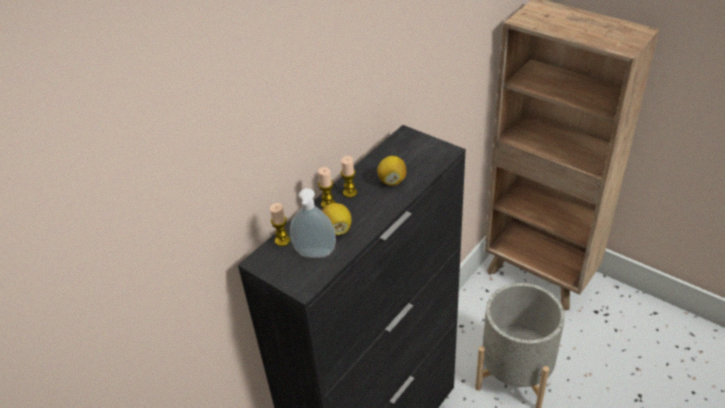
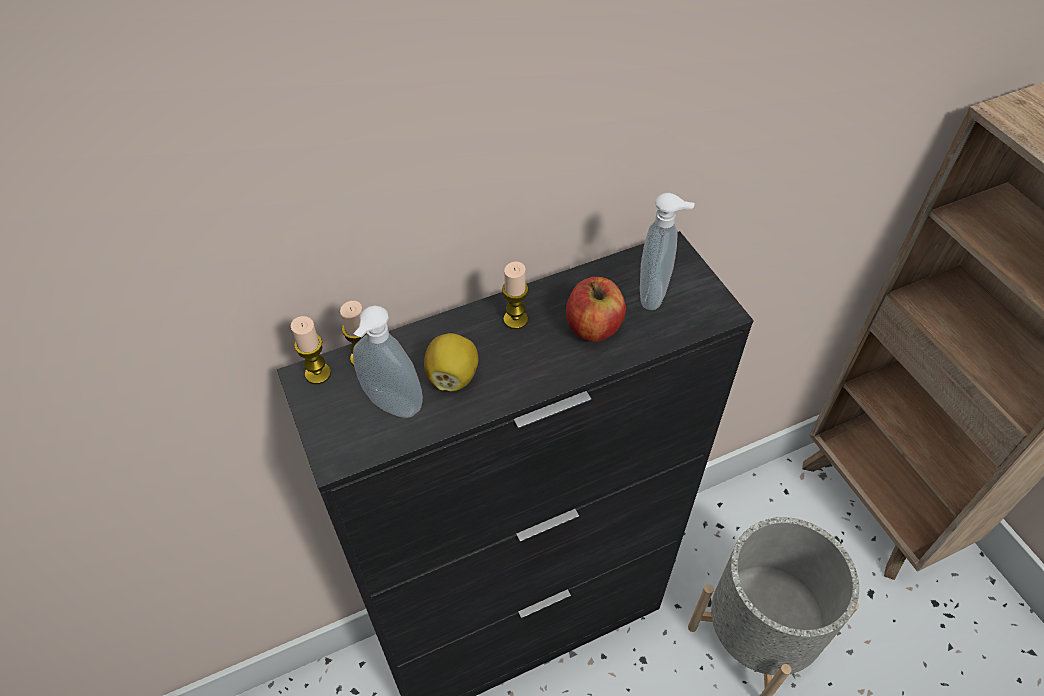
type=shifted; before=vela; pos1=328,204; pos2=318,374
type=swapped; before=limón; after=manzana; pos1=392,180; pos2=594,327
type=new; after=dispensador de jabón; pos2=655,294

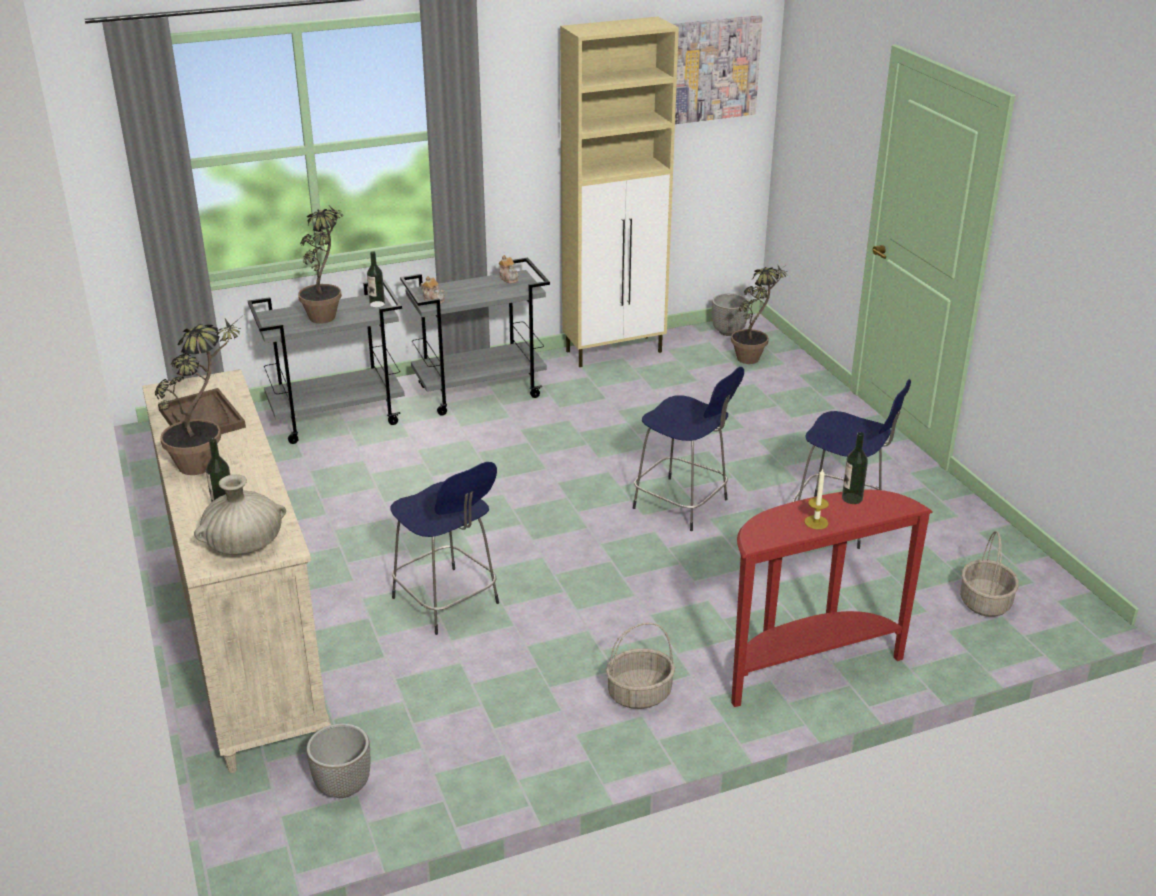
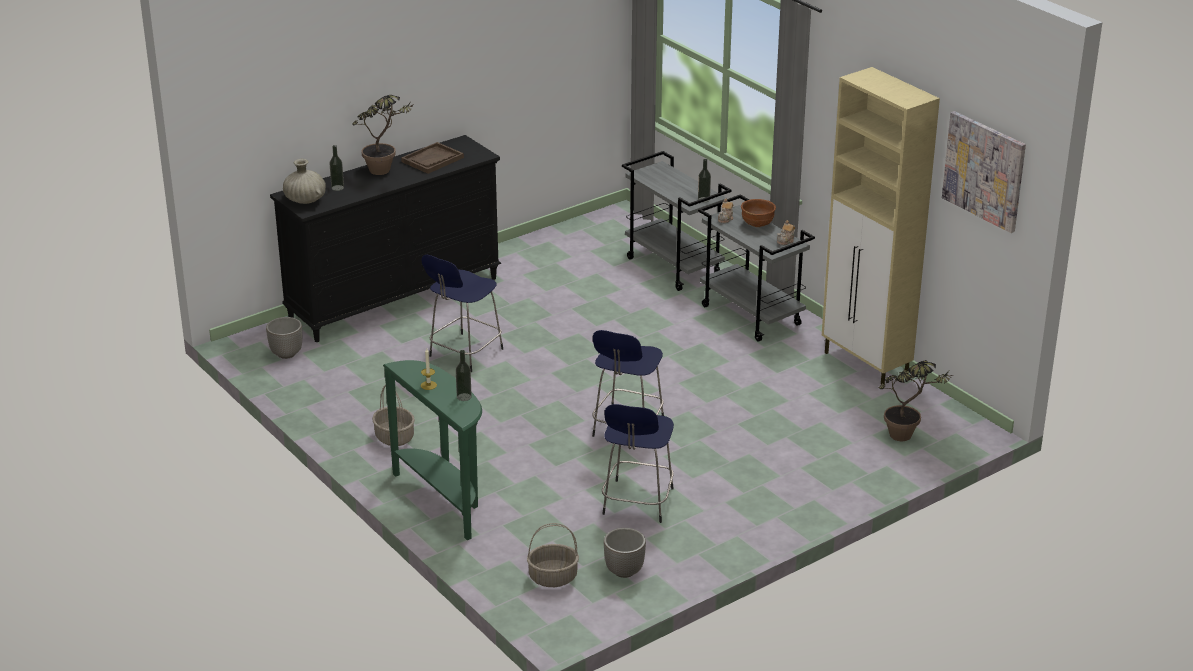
type=repainted; before=cómoda/beis; after=cómoda/negro; pos1=248,647; pos2=395,298
type=repainted; before=mesa consola/rojo; after=mesa consola/verde; pos1=807,667; pos2=444,500
type=shifted; before=maceta; pos1=729,332; pos2=624,571
type=new; after=cuenco/marrón; pos2=757,225
type=gone; before=planta en maceta; pos1=327,314

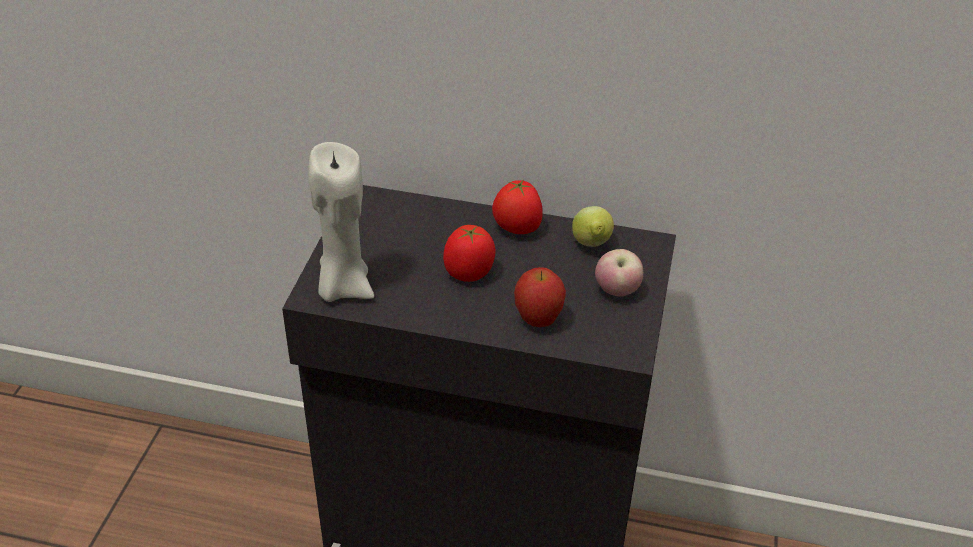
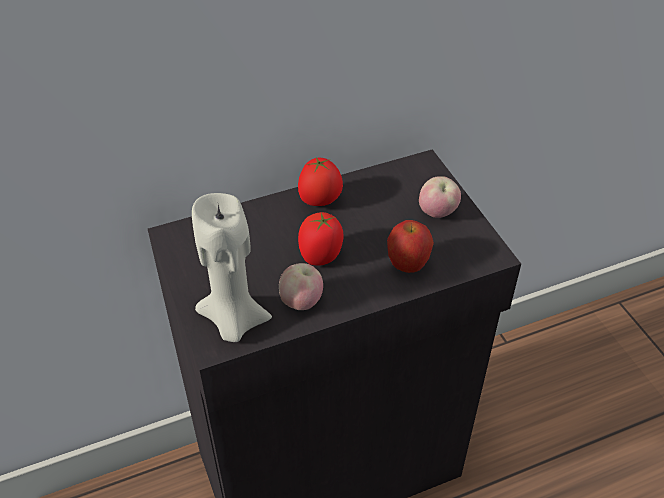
type=new; after=manzana; pos2=301,302
type=gone; before=limón; pos1=591,245

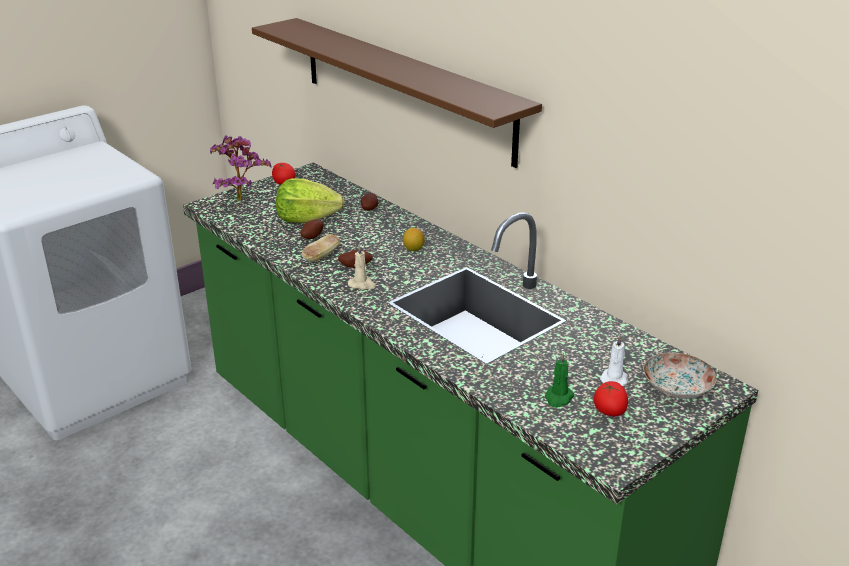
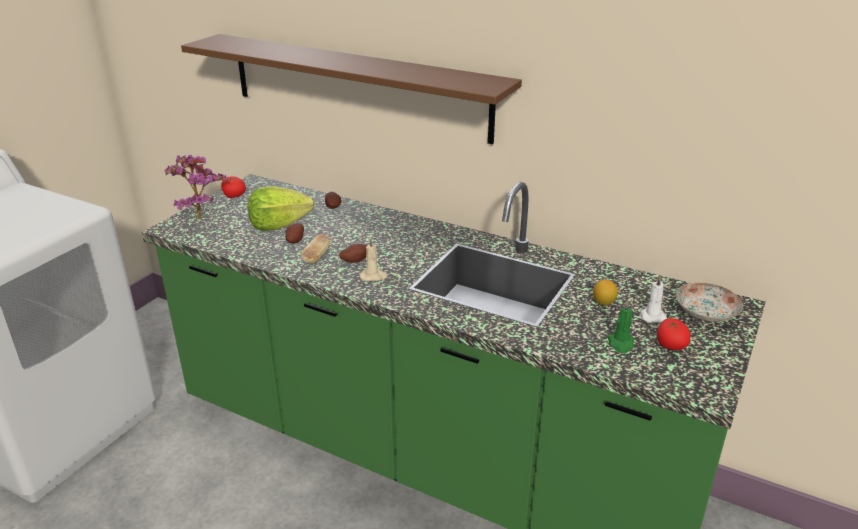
type=shifted; before=limón; pos1=413,249; pos2=603,303

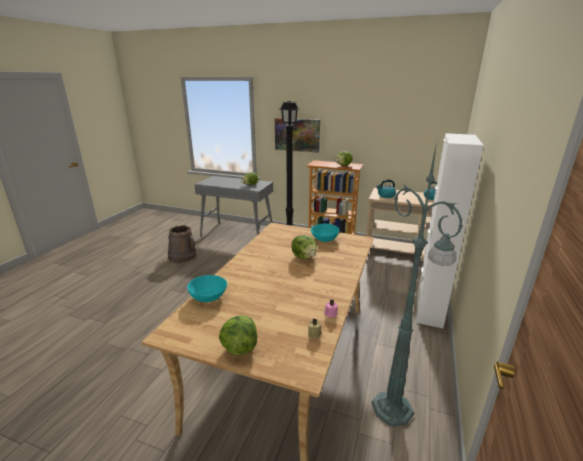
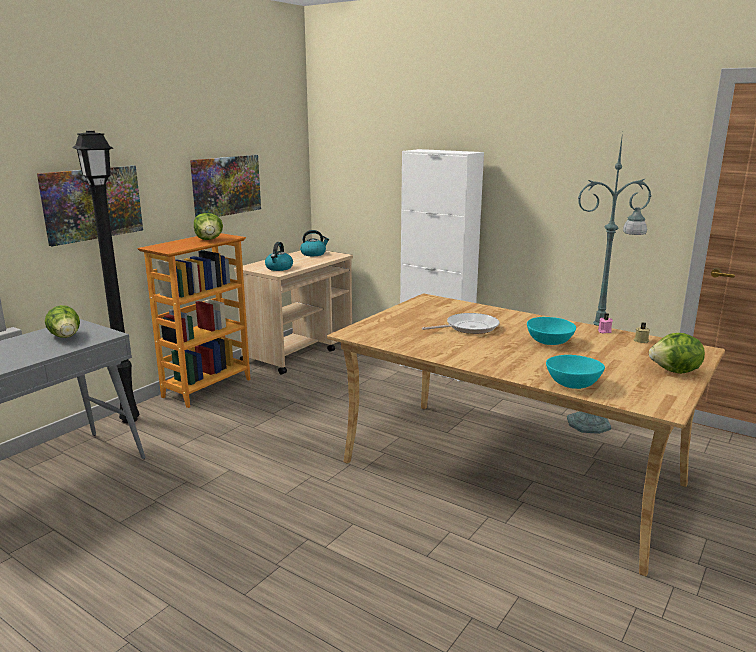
type=new; after=cuadro; pos2=226,186
type=swapped; before=lechuga; after=sartén; pos1=304,257; pos2=469,327
type=shifted; before=cuenco/turquesa; pos1=324,239; pos2=550,342
type=gone; before=cubo/marrón; pos1=182,256

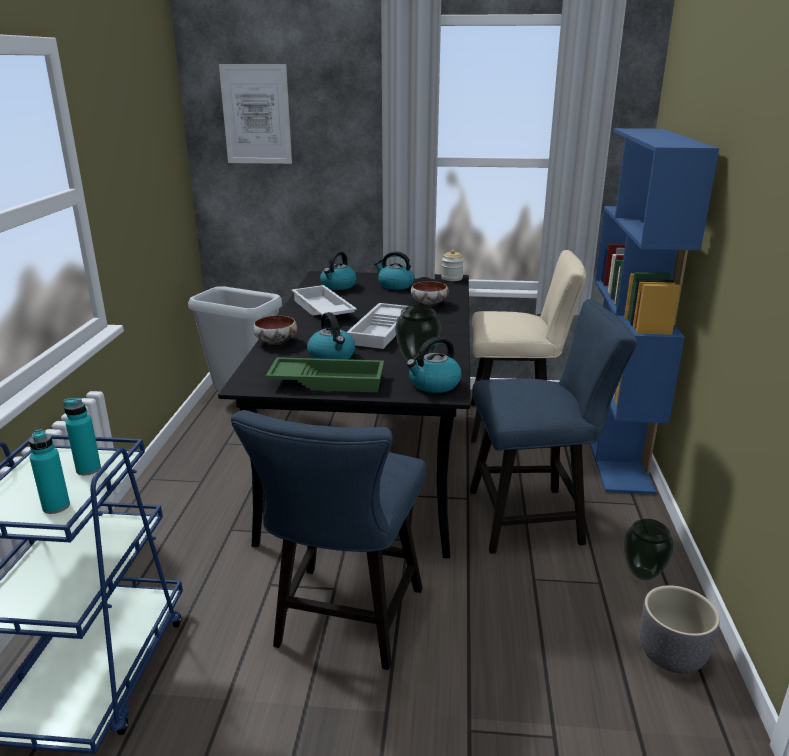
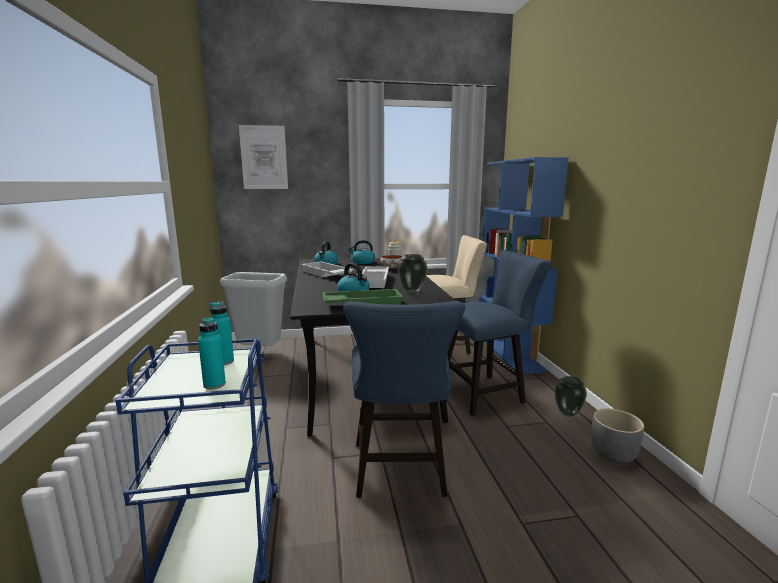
type=gone; before=cuenco; pos1=276,342
type=gone; before=hervidor; pos1=434,384

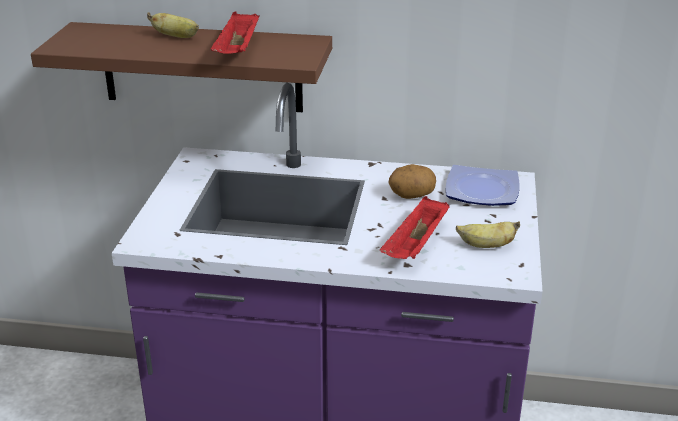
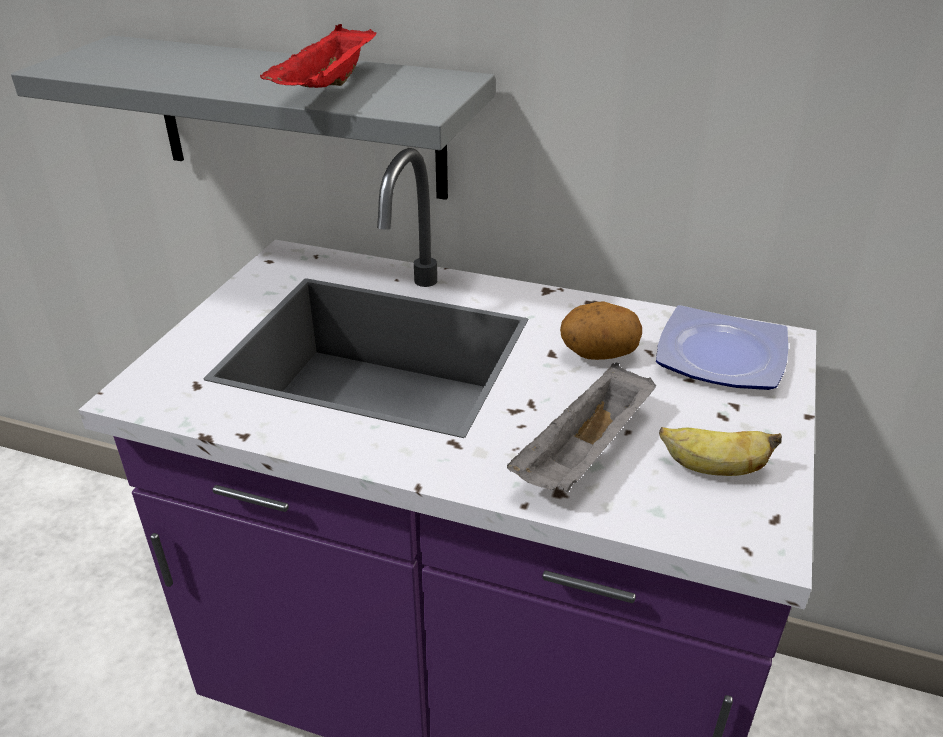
type=repainted; before=estante/marrón; after=estante/gris; pos1=201,67; pos2=298,118
type=repainted; before=bandeja/rojo; after=bandeja/gris; pos1=416,246; pos2=584,454
type=gone; before=plátano; pos1=177,37

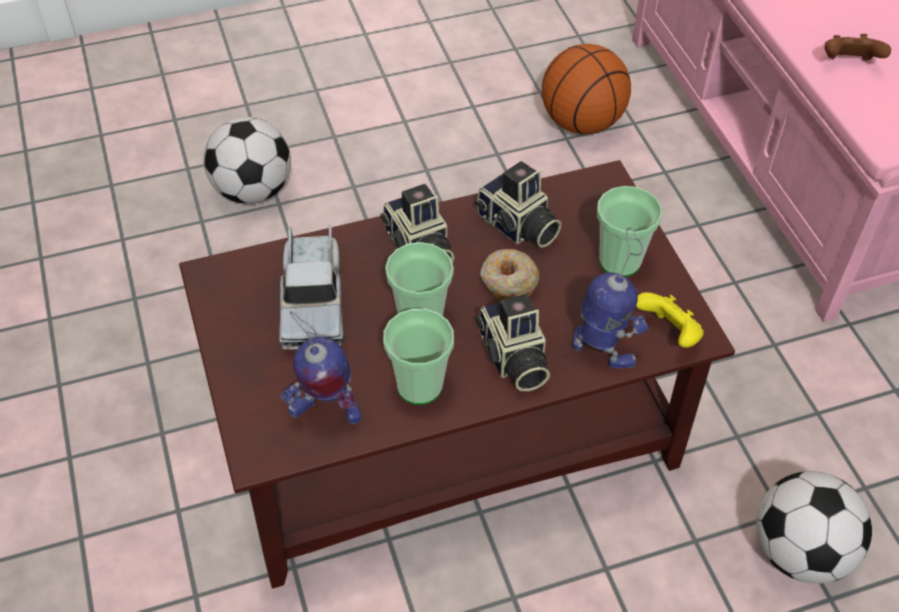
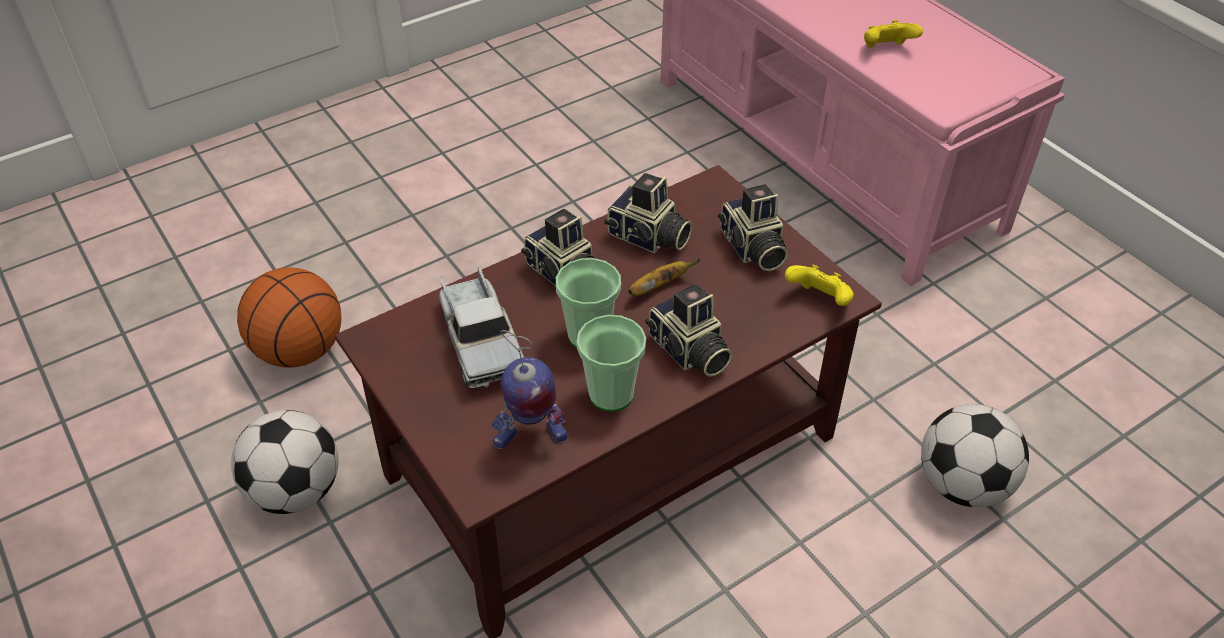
type=shifted; before=balón de fútbol; pos1=252,190; pos2=296,491
type=shifted; before=balón de baloncesto; pos1=582,122; pos2=300,350
type=swapped; before=rosquilla; after=plátano; pos1=508,282; pos2=658,287
type=swapped; before=taza; after=cámara; pos1=619,261; pos2=752,249
type=repainted; before=mando de consola/marrón; after=mando de consola/amarillo; pos1=848,64; pos2=886,50
type=gone; before=robot de juguete; pos1=603,350

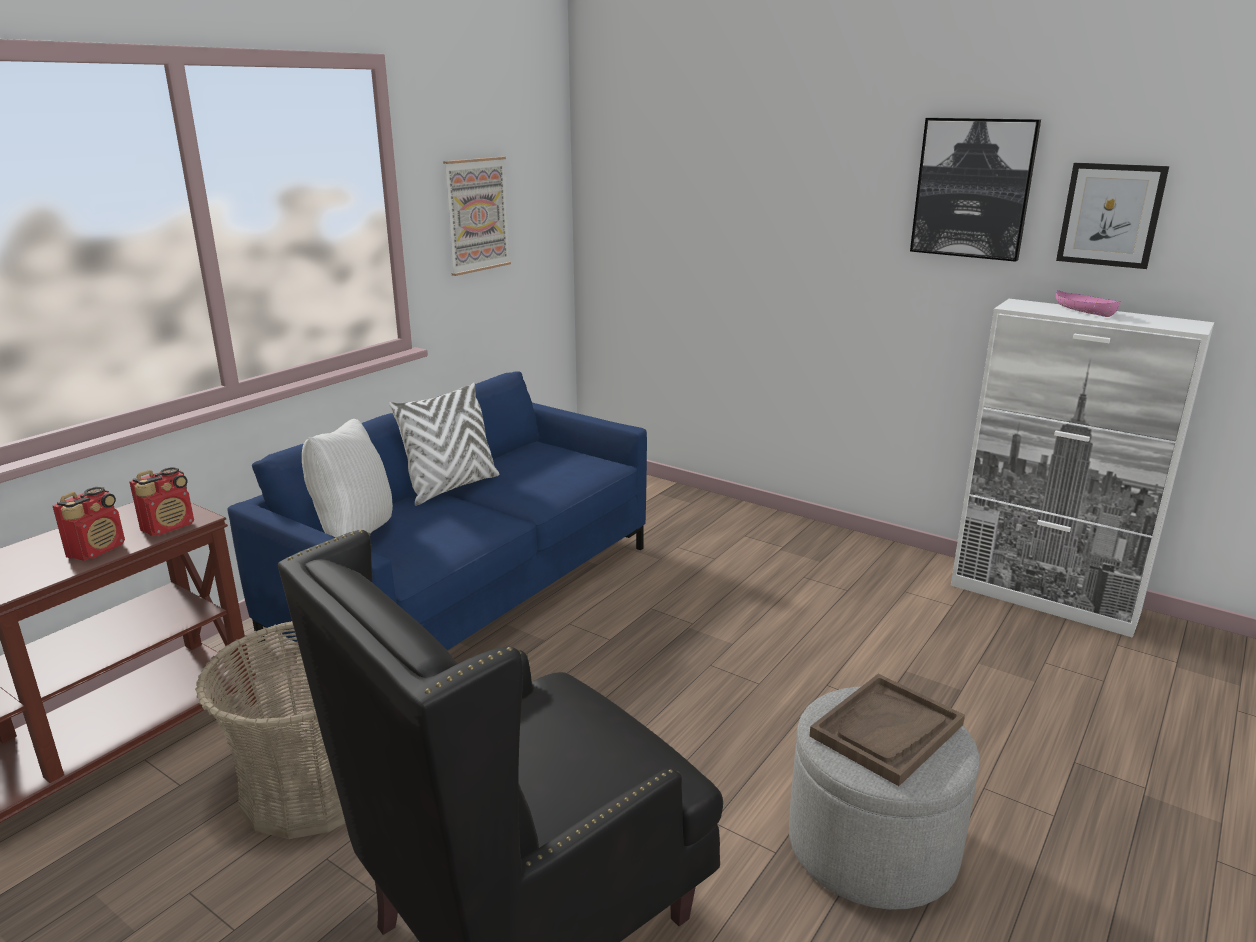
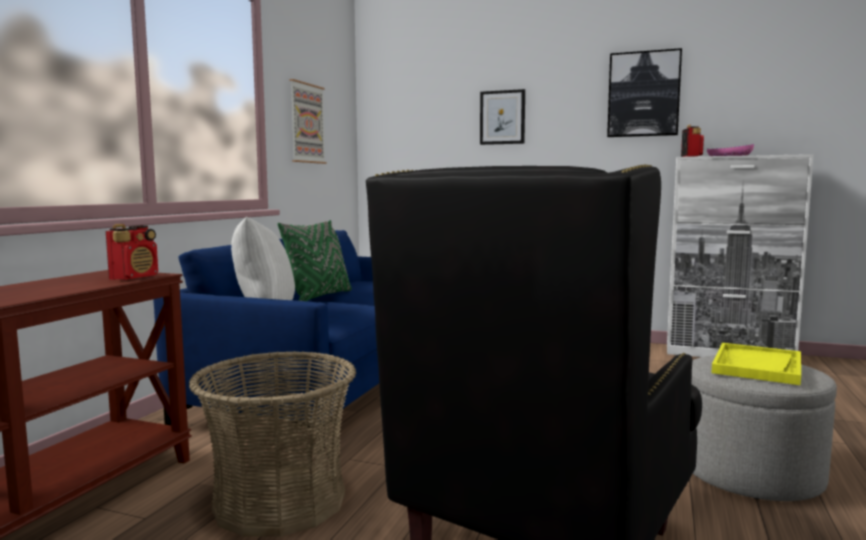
type=repainted; before=cojín/blanco; after=cojín/verde; pos1=451,487; pos2=319,296
type=shifted; before=cuadro; pos1=1110,215; pos2=502,117
type=shifted; before=radio; pos1=97,550; pos2=691,156
type=repainted; before=bandeja/marrón; after=bandeja/amarillo; pos1=887,731; pos2=757,366

